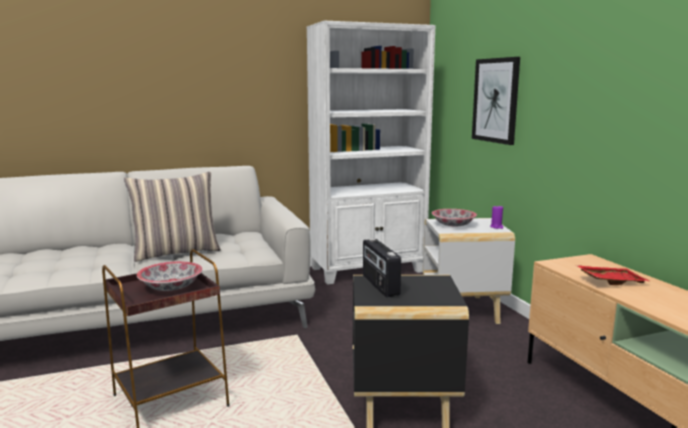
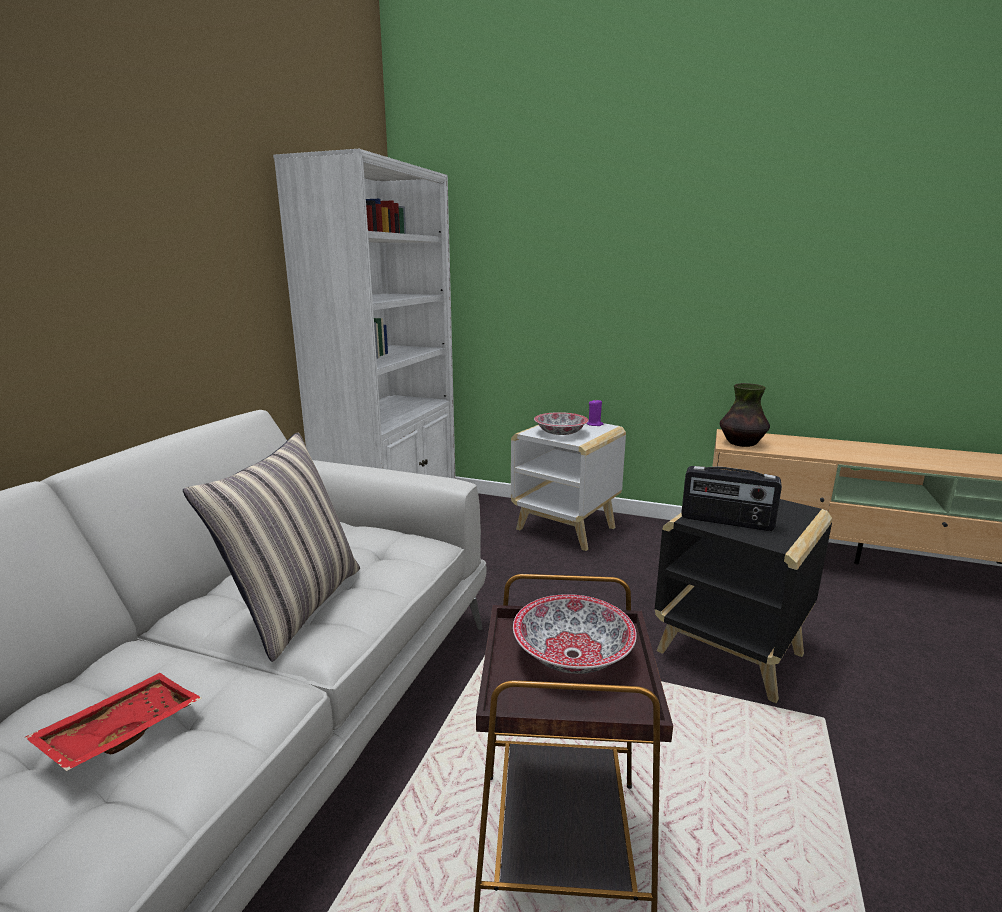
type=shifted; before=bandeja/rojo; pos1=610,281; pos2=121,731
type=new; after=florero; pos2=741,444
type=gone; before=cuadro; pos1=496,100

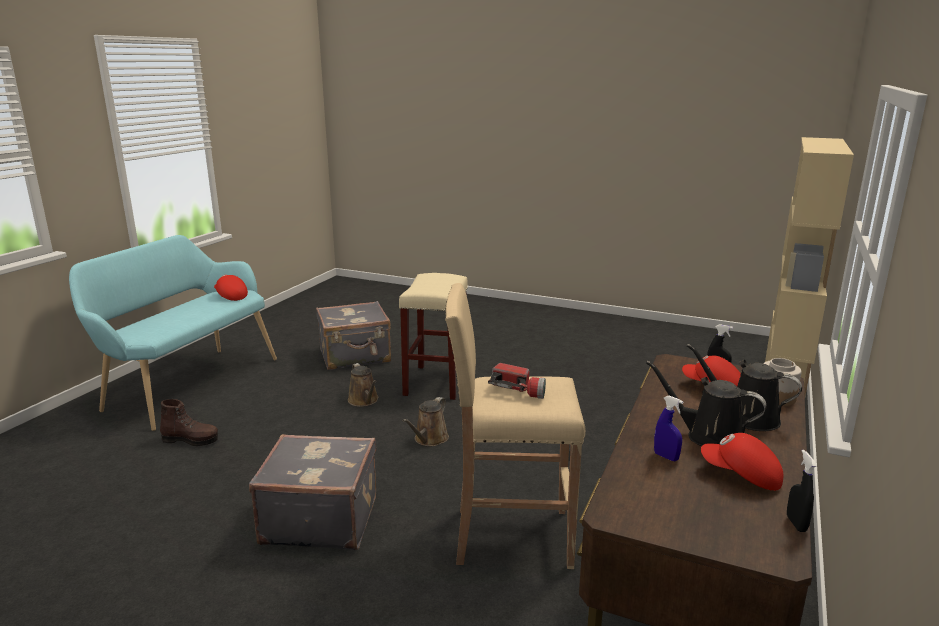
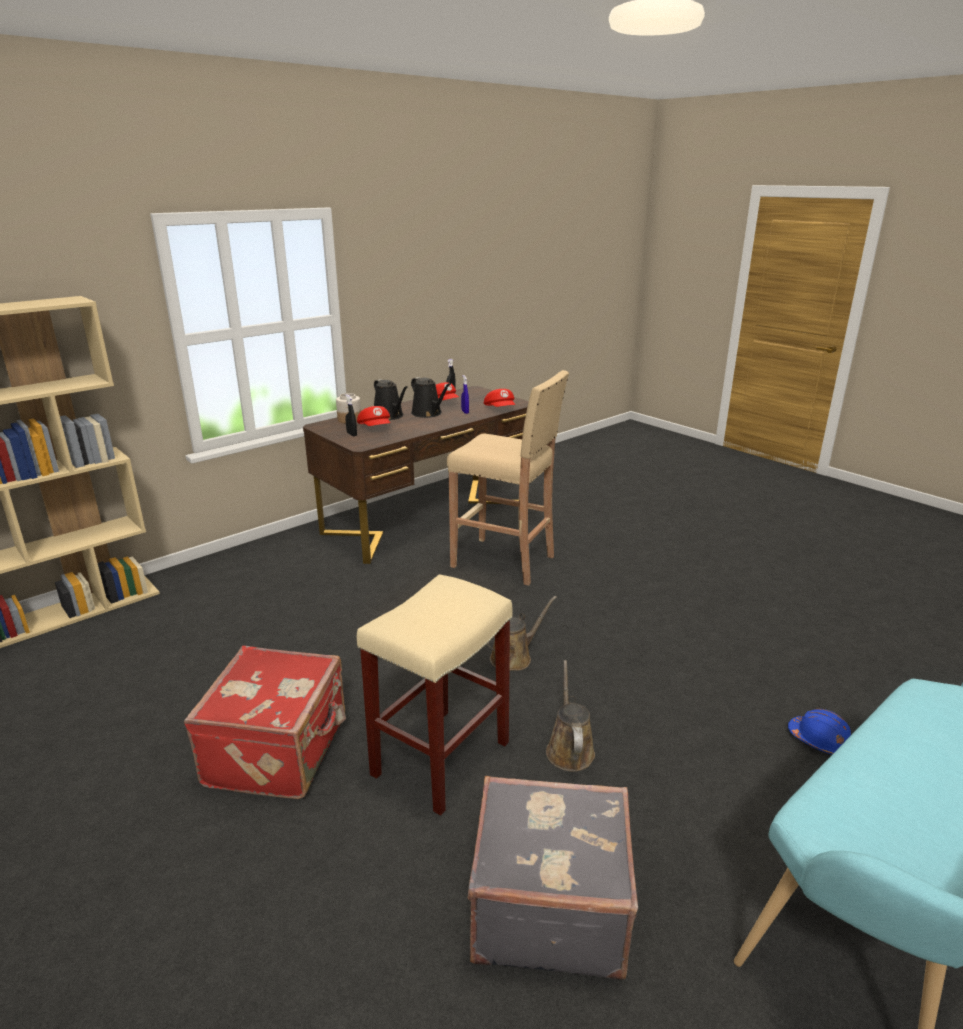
type=new; after=maleta/rojo; pos2=280,751
type=shifted; before=gorra/rojo; pos1=230,296; pos2=500,409
type=swapped; before=bota/marrón; after=casco/azul; pos1=191,440; pos2=820,741
type=gone; before=maleta/gris; pos1=320,519
type=gone; before=linterna; pos1=518,390

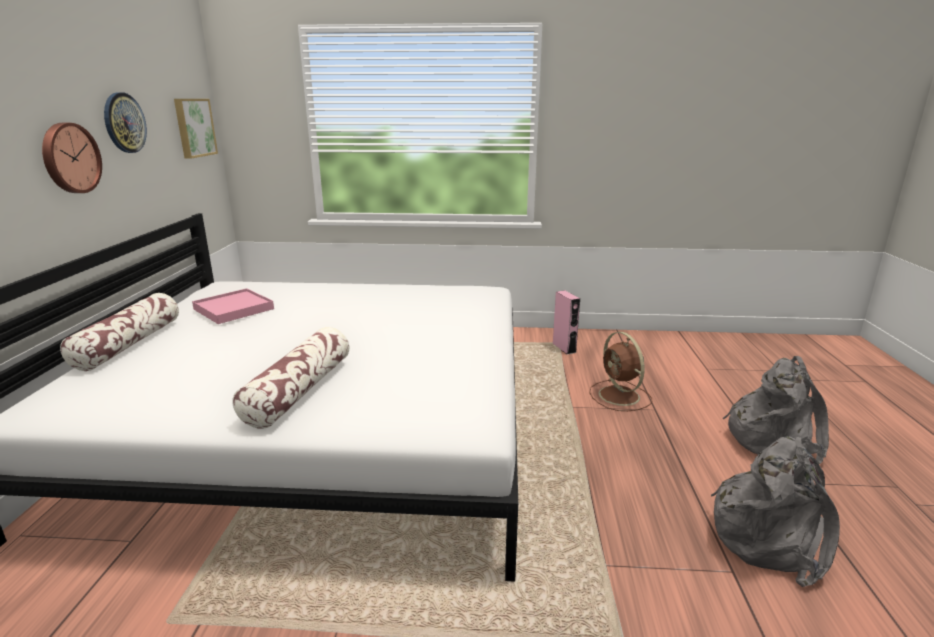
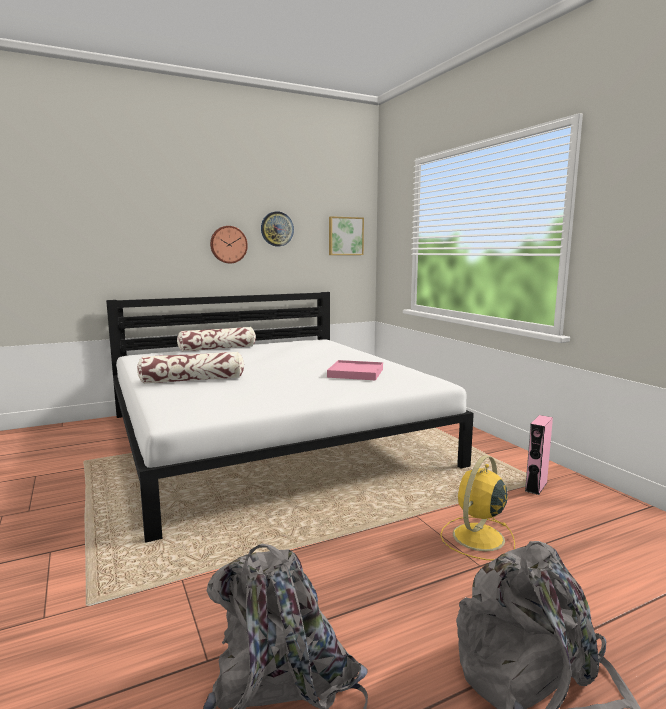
type=shifted; before=bandeja/rosa; pos1=234,309; pos2=356,373
type=repainted; before=ventilador/marrón; after=ventilador/amarillo; pos1=620,396; pos2=477,538

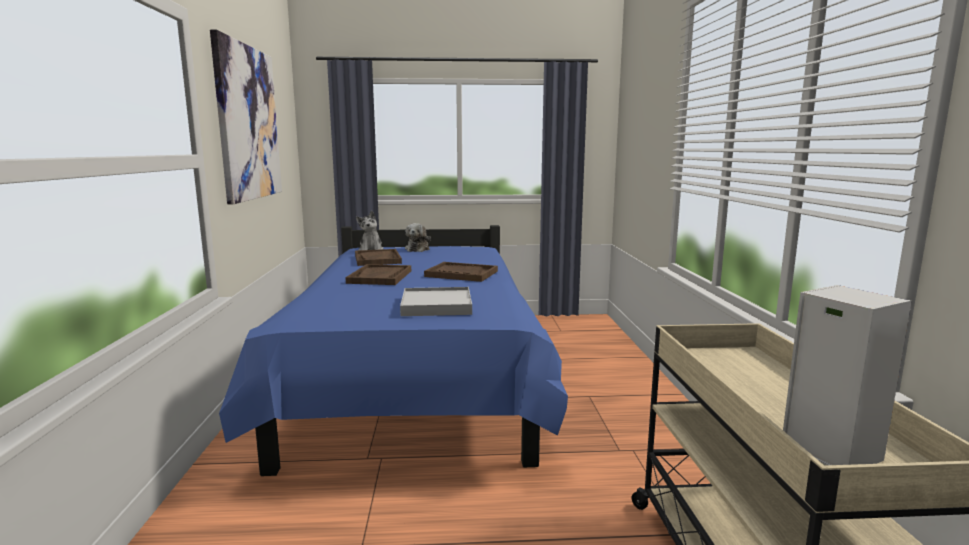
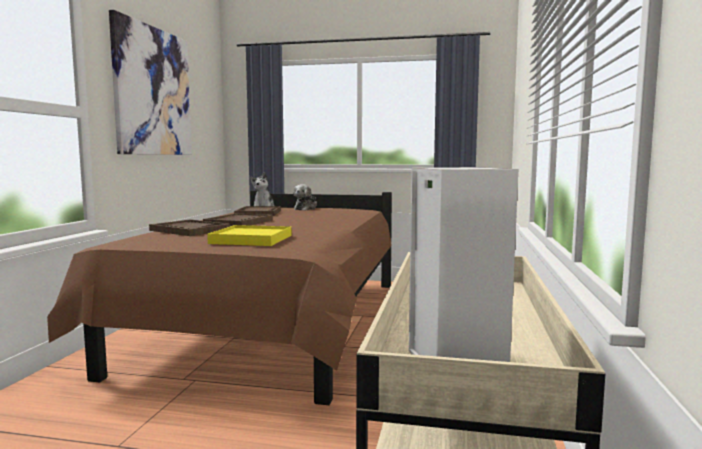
type=repainted; before=cama/azul; after=cama/marrón; pos1=415,381; pos2=274,325
type=shifted; before=bandeja/marrón; pos1=461,274; pos2=189,230
type=repainted; before=bandeja/blanco; after=bandeja/amarillo; pos1=436,305; pos2=251,239

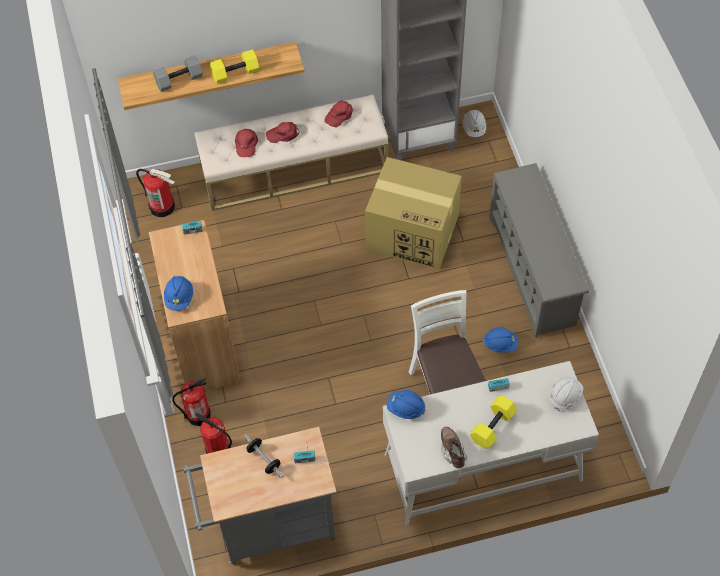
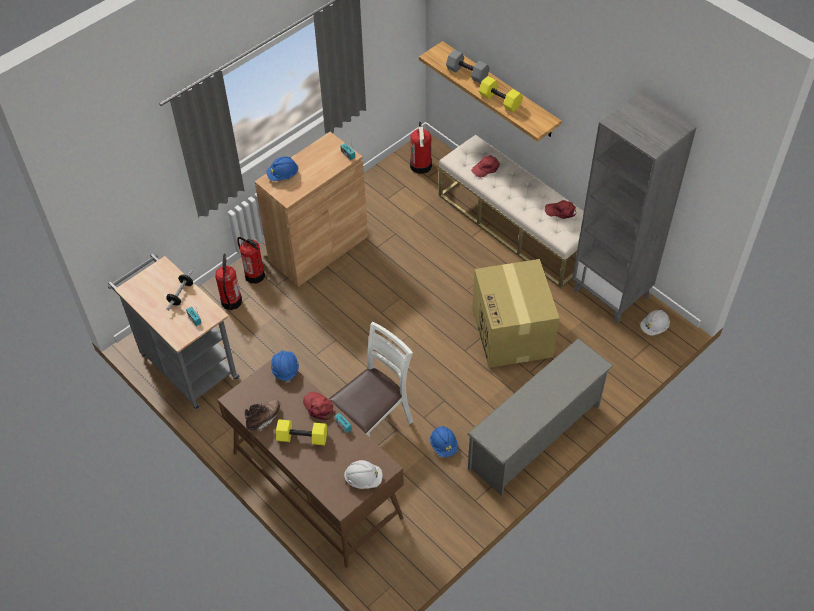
type=repainted; before=escritorio/blanco; after=escritorio/marrón; pos1=482,466; pos2=316,484
type=shifted; before=gorra/rojo; pos1=283,134; pos2=318,407

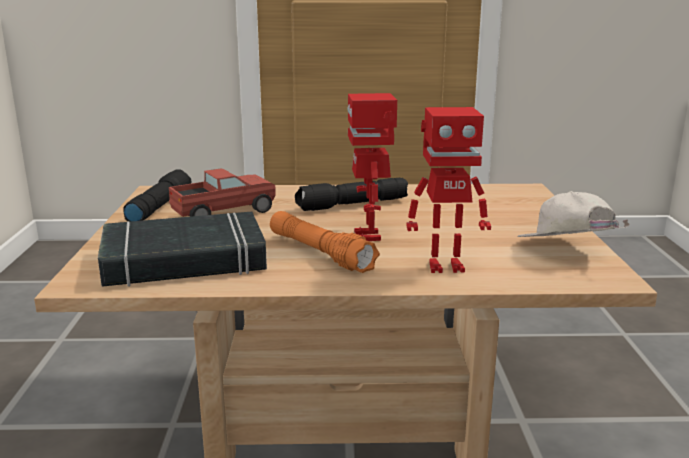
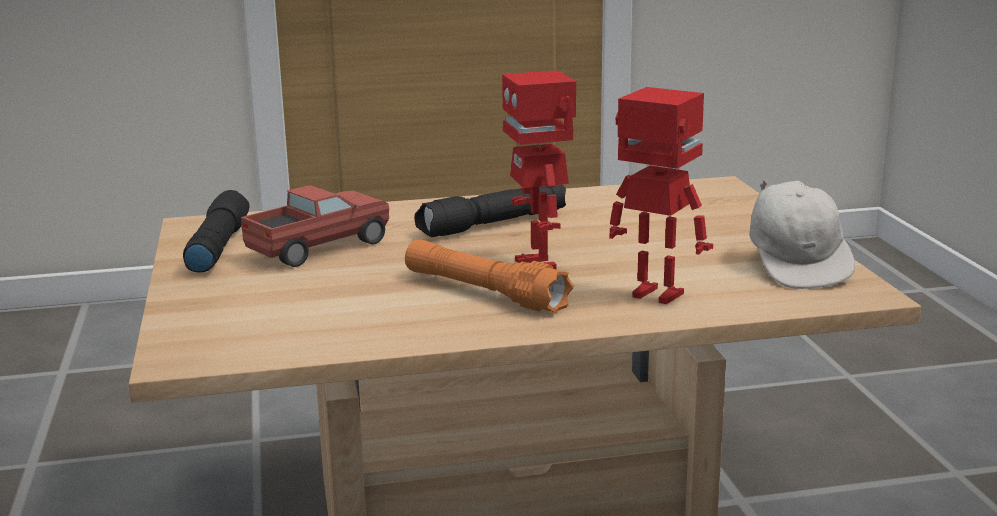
type=rotated; before=robot de juguete; pos1=445,266; pos2=655,296; turn=-135
type=rotated; before=gorra/blanco; pos1=565,252; pos2=797,266; turn=-150
type=gone; before=libro/negro; pos1=184,261

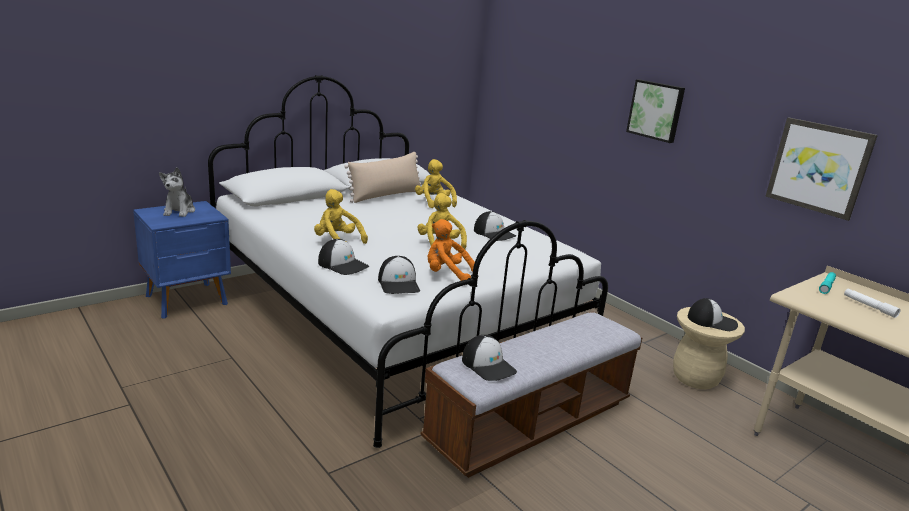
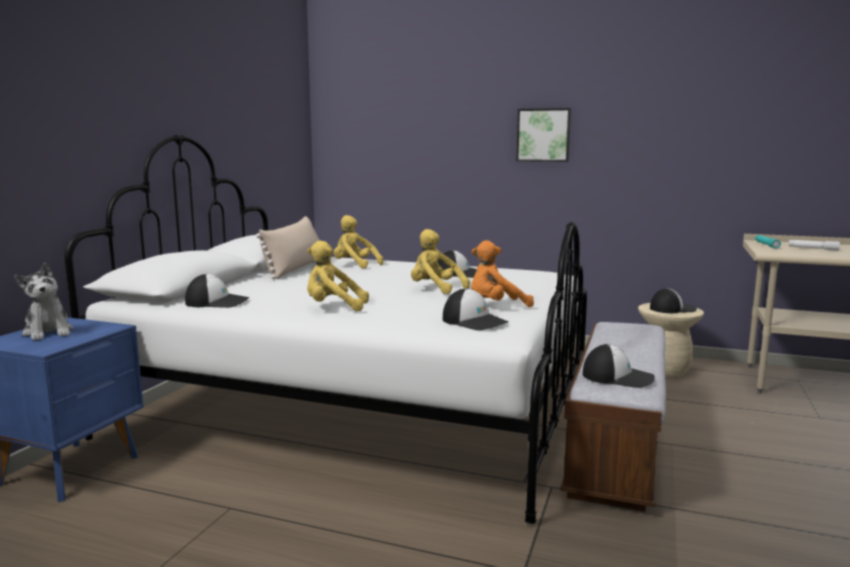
type=shifted; before=gorra; pos1=343,265; pos2=217,302
type=gone; before=cuadro; pos1=819,167

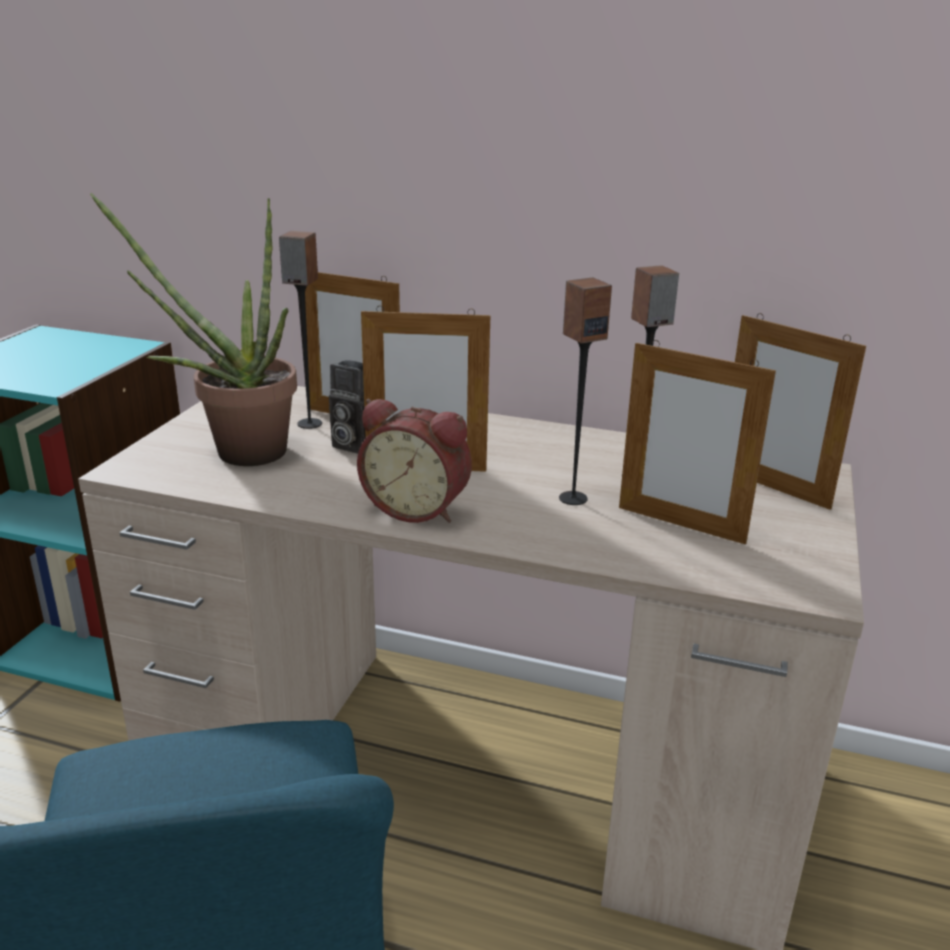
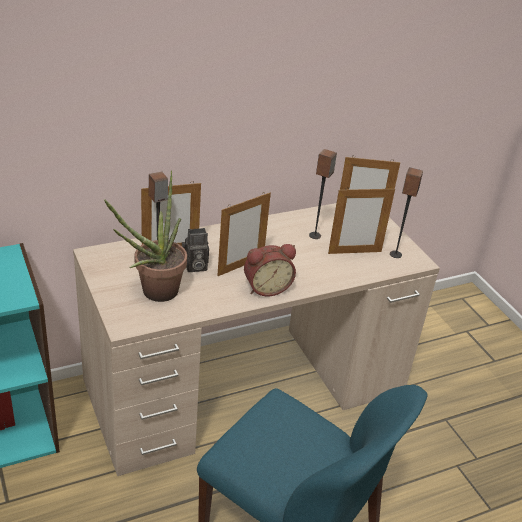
type=shifted; before=altavoz; pos1=572,498; pos2=395,254

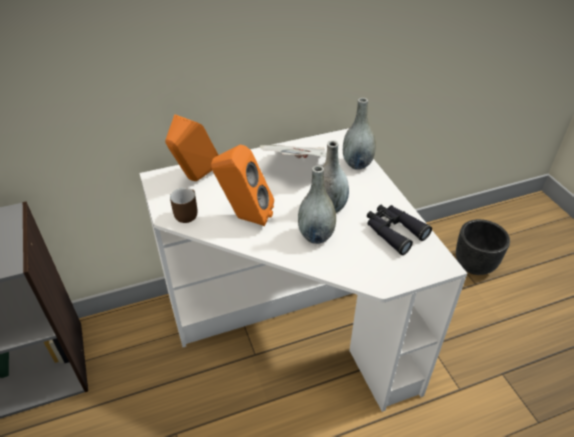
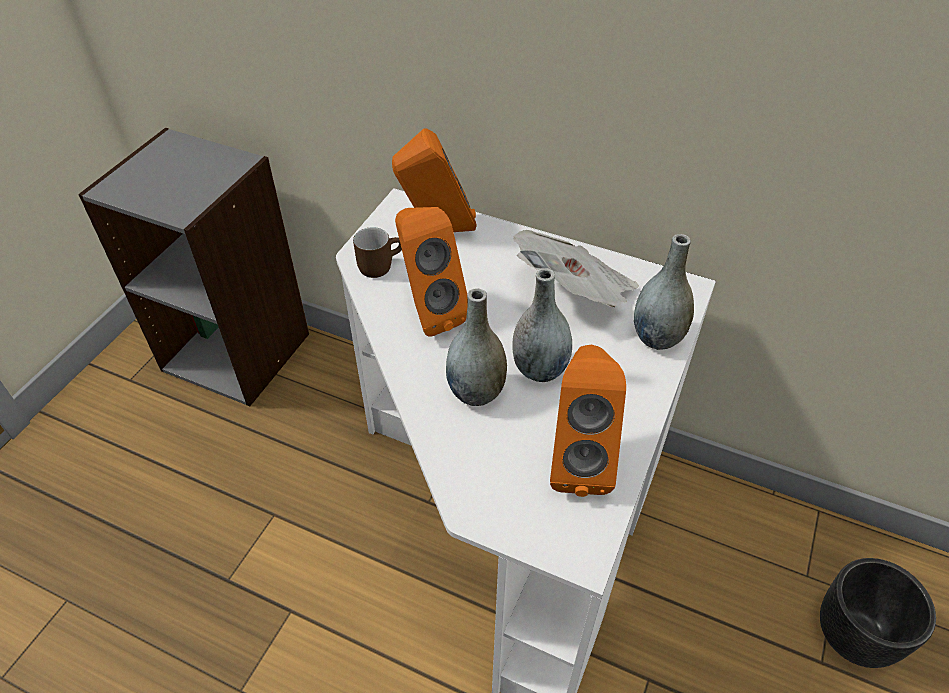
type=swapped; before=prismáticos/negro; after=altavoz/naranja; pos1=393,232; pos2=578,460

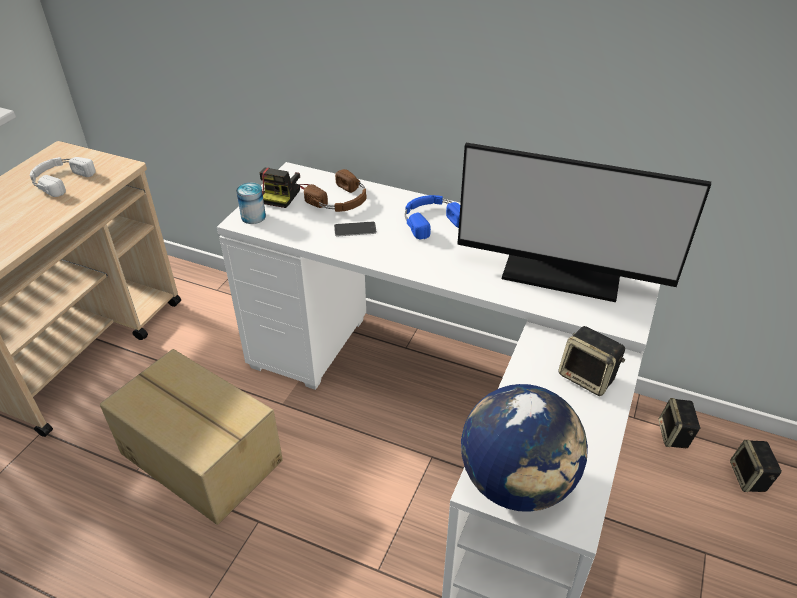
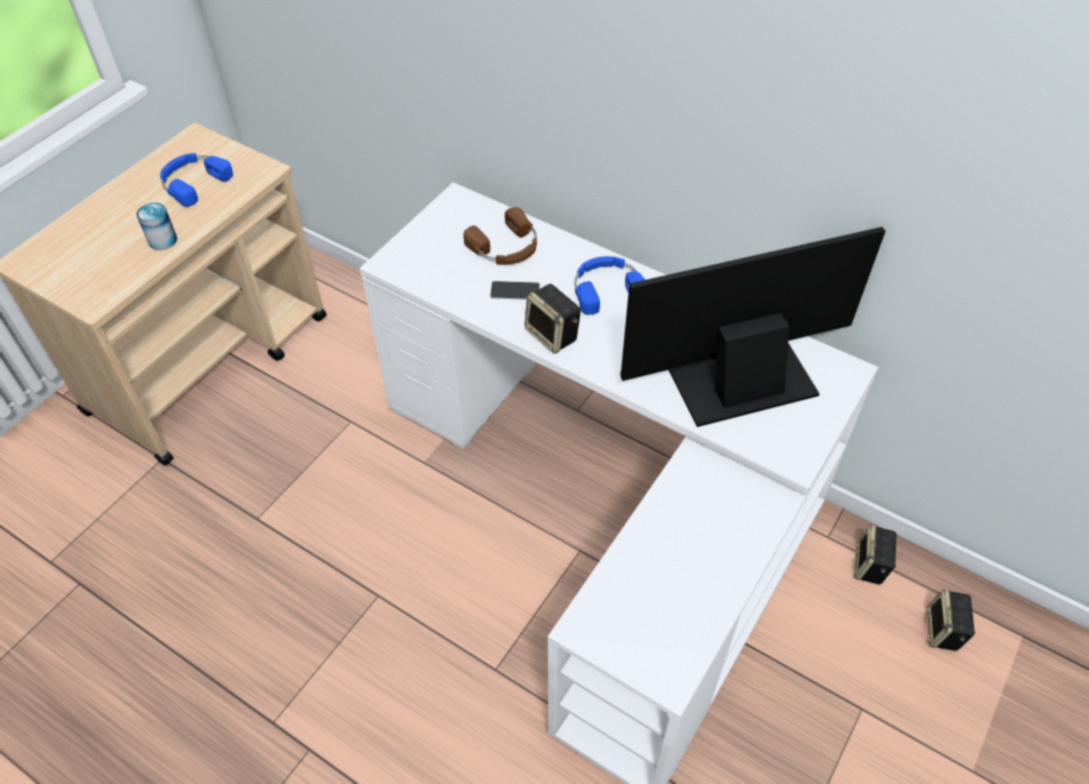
type=shifted; before=lata; pos1=253,217; pos2=162,240
type=repainted; before=auriculares/blanco; after=auriculares/azul; pos1=60,179; pos2=193,181
type=shifted; before=altavoz; pos1=588,377; pos2=553,335
type=rotated; before=monitor; pos1=562,272; pos2=741,380; turn=135
type=gone; before=caja de cartón; pos1=202,455
type=gone; before=cámara; pos1=285,194
type=gone; before=globo terráqueo; pos1=517,483

